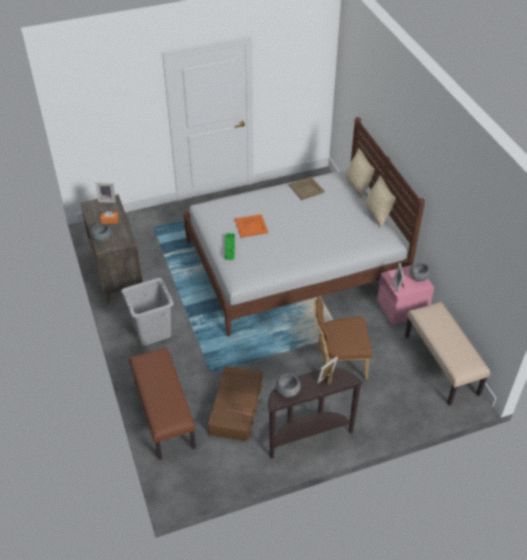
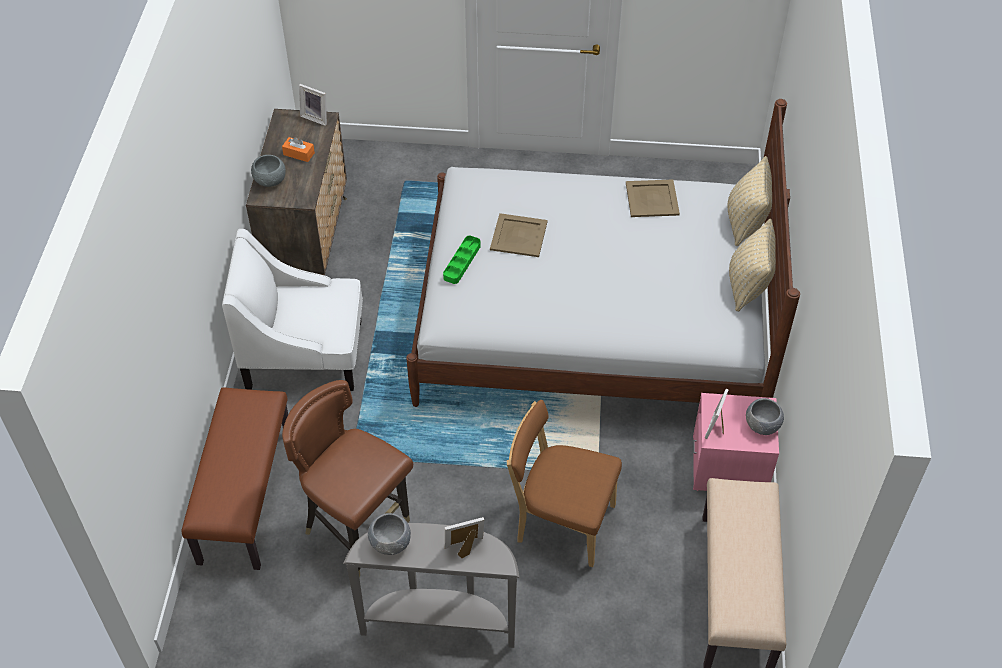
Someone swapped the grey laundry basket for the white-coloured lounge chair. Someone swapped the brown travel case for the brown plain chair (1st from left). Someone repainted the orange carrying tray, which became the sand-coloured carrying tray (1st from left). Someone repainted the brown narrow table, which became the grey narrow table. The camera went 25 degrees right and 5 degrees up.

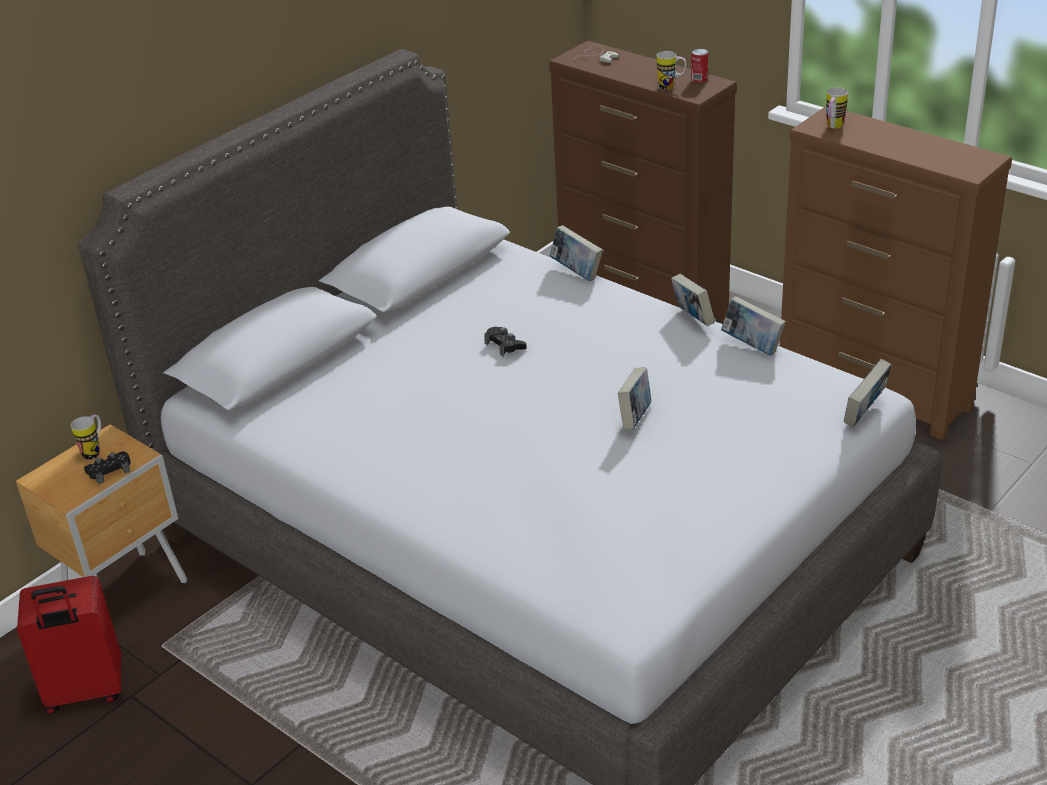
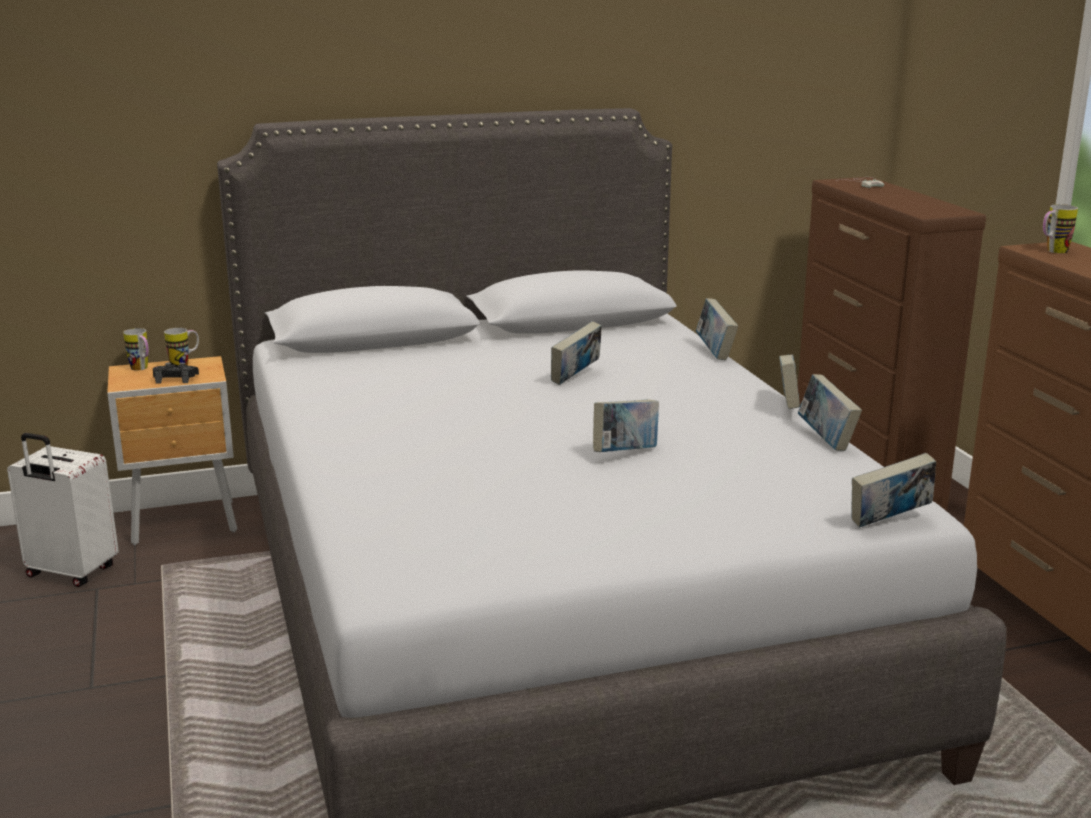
Someone took away the metal can. Someone carried the coffee mug (2nd from left in the first image). Someone swapped the black-coloured game controller (2nd from left) for the book (1st from left). Someone repainted the red-coloured travel case, which became the white-coloured travel case. The camera went 30 degrees right and 15 degrees down.

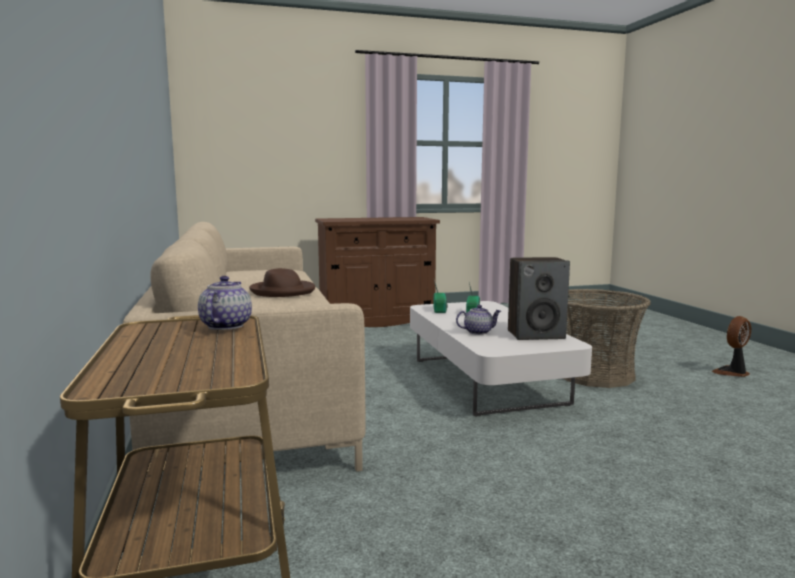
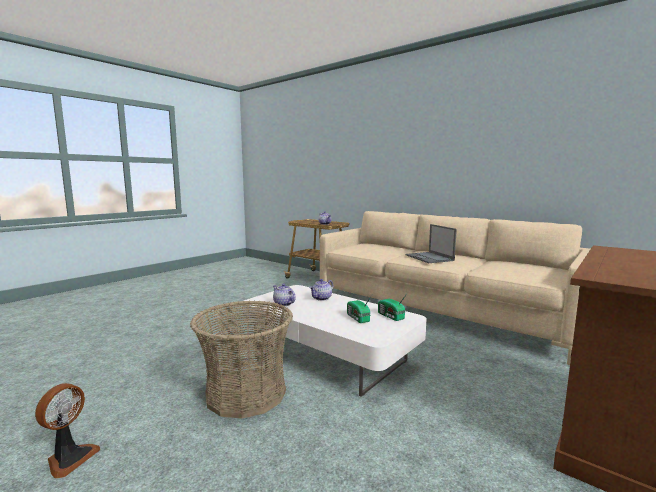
Someone swapped the brown clothing hat for the laptop. Someone swapped the speaker for the tea pot (1st from left). The camera went 145 degrees right and 0 degrees up.

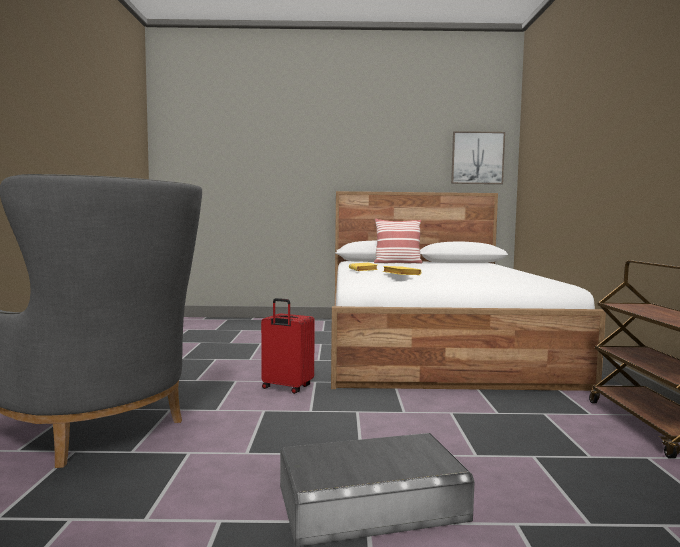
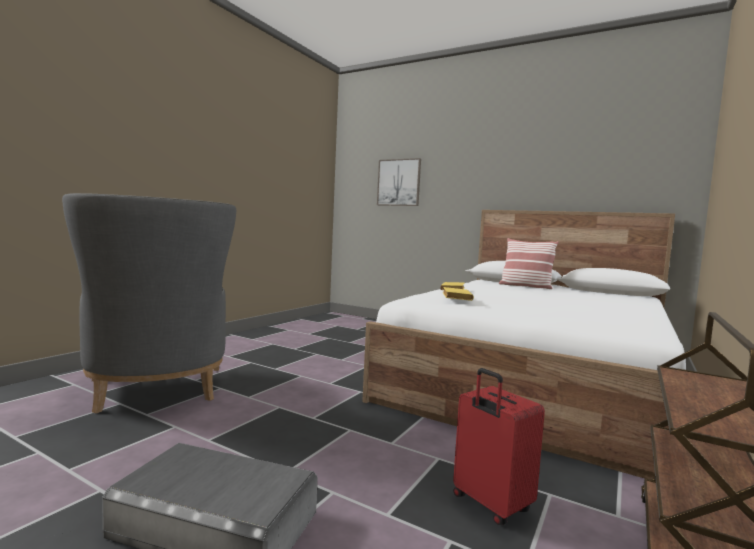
Someone carried the red-coloured travel case. Someone carried the wall picture. The camera went 30 degrees right and 0 degrees up.

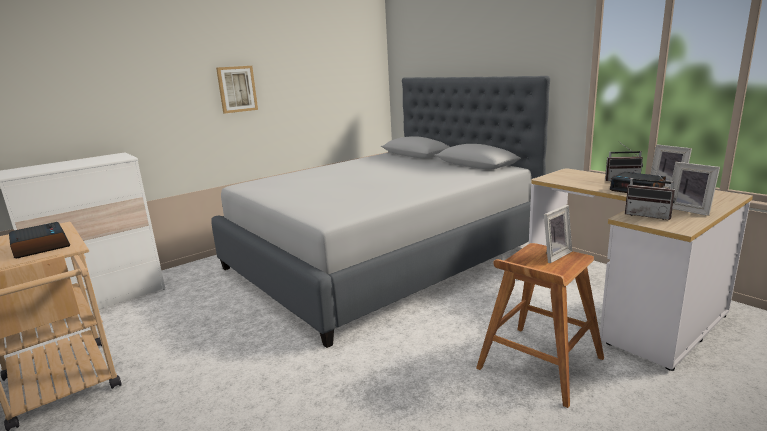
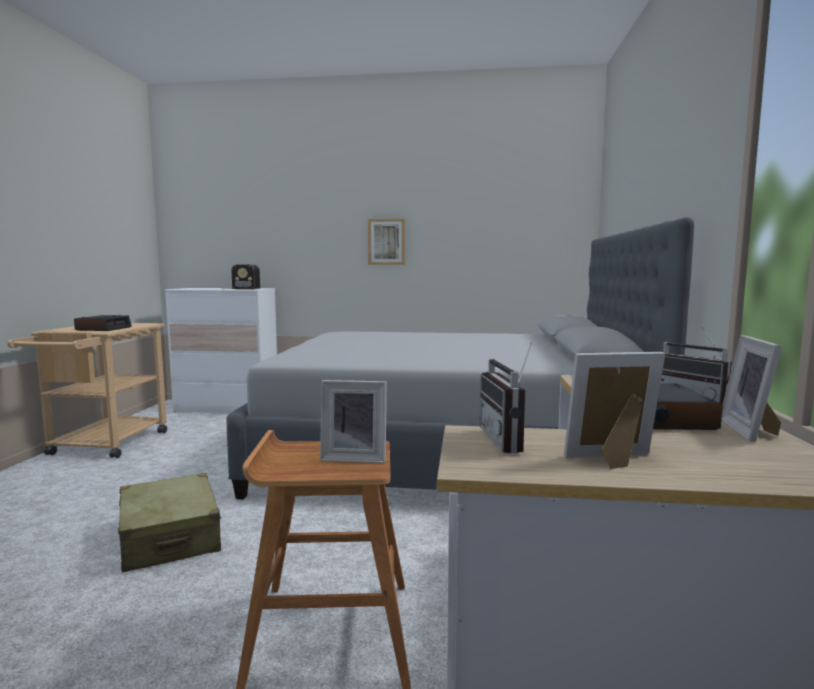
Someone put down the sand-coloured travel case. Someone put down the radio receiver (1st from left). Someone rotated the photo frame (3rd from left in the first image) by 75 degrees clockwise. The camera went 45 degrees right and 10 degrees down.

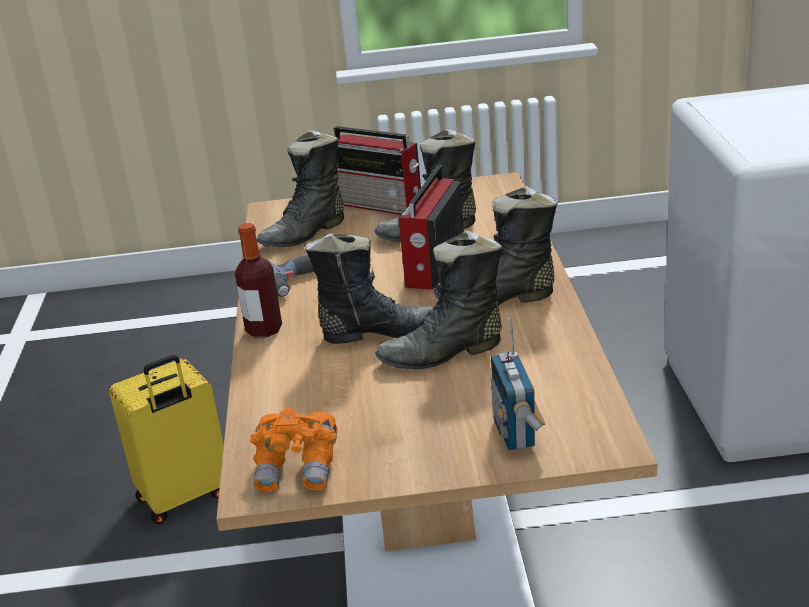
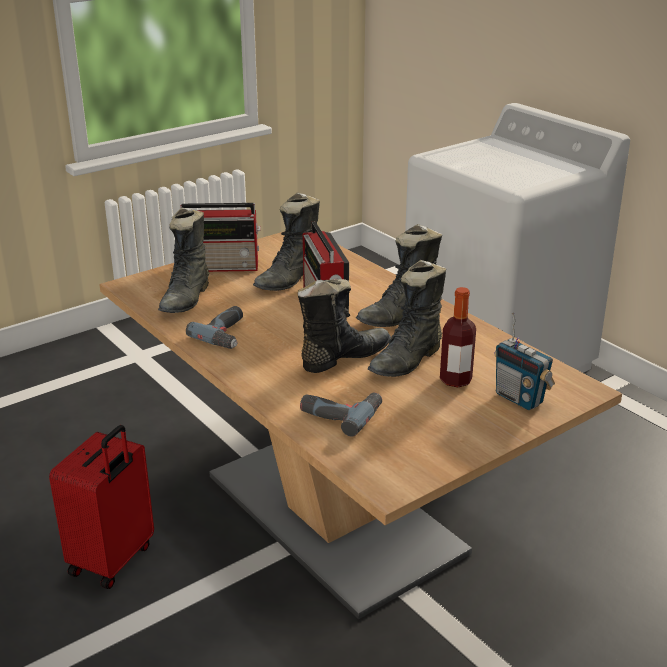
Someone took away the orange binoculars. Someone put down the power drill (2nd from left). Someone carried the bottle. Someone repainted the yellow-coloured travel case, which became the red-coloured travel case. The camera went 35 degrees left and 0 degrees up.

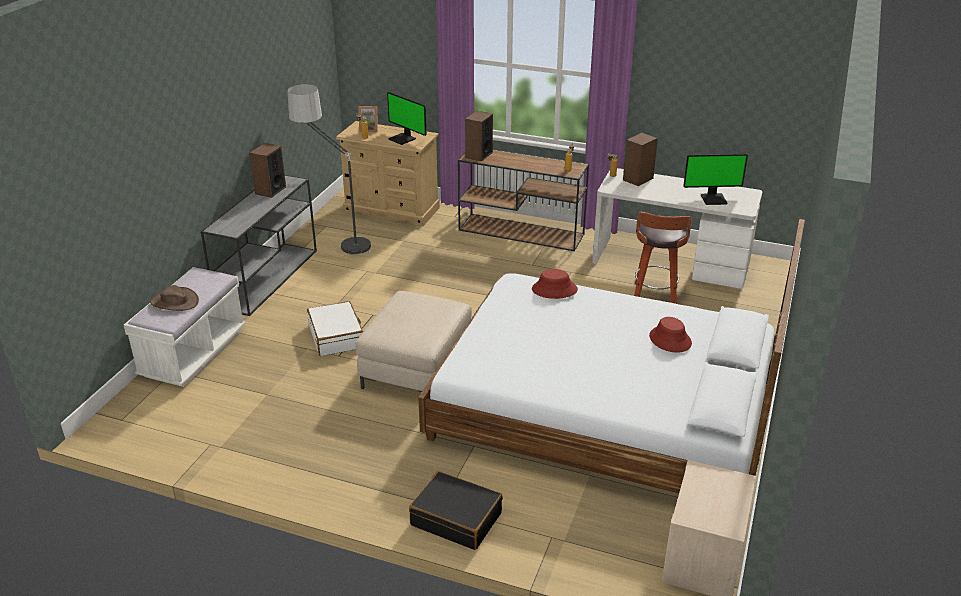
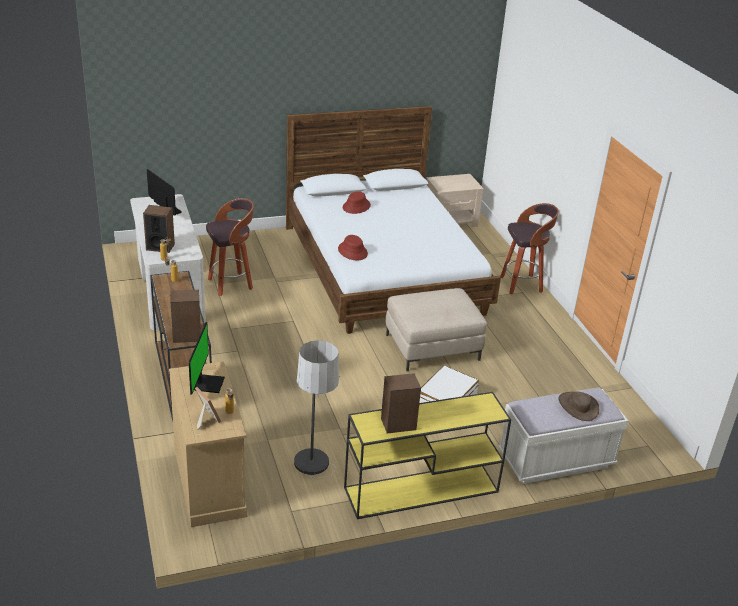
Someone swapped the black-coloured travel case for the stool seat (2nd from left). Someone repainted the grey narrow table, which became the yellow-coloured narrow table. The camera went 130 degrees left and 0 degrees up.

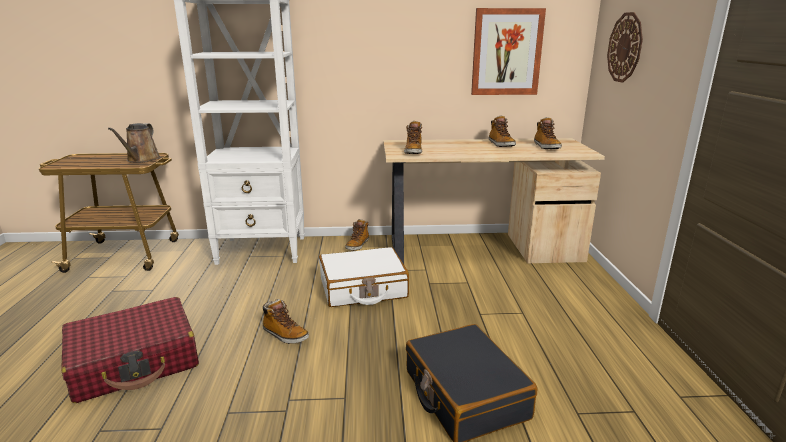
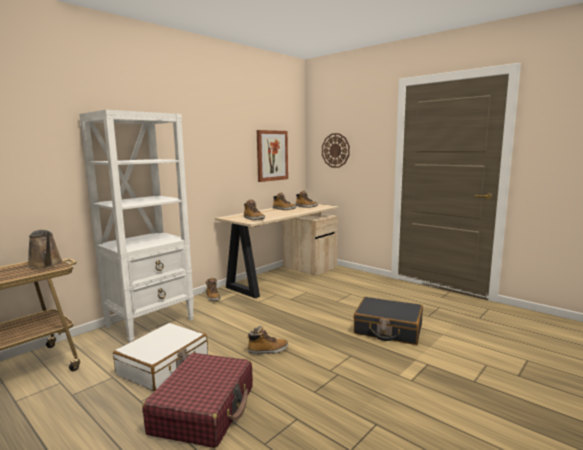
Someone carried the white-coloured travel case. The camera went 45 degrees left and 10 degrees down.

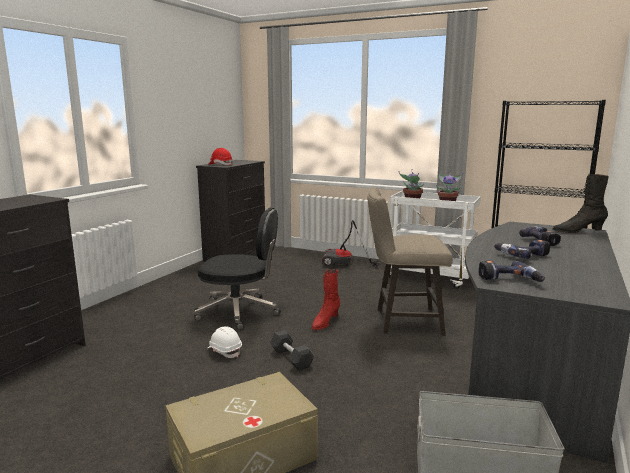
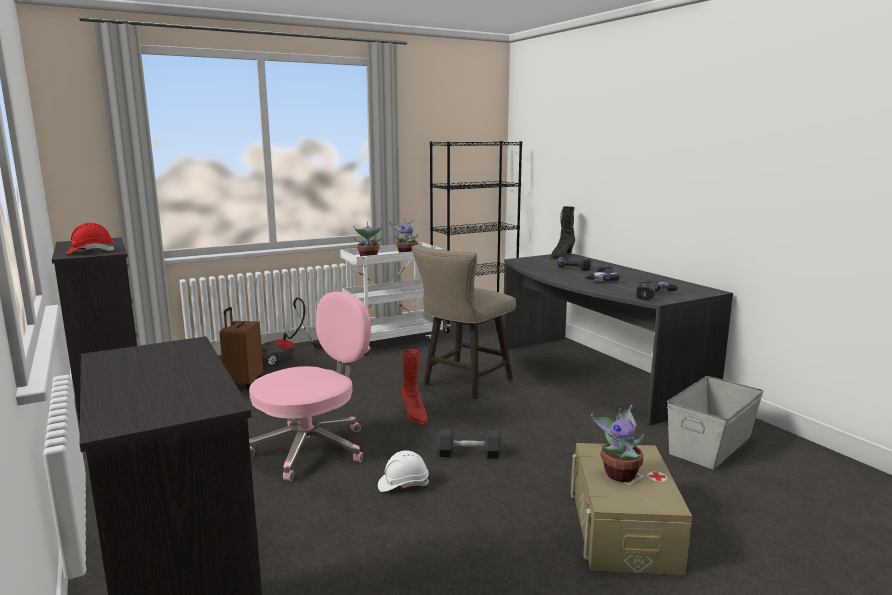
Someone put down the brown travel case. Someone put down the houseplant (3rd from left). Someone repainted the black-coloured desk chair, which became the pink-coloured desk chair. The camera went 55 degrees left and 0 degrees up.

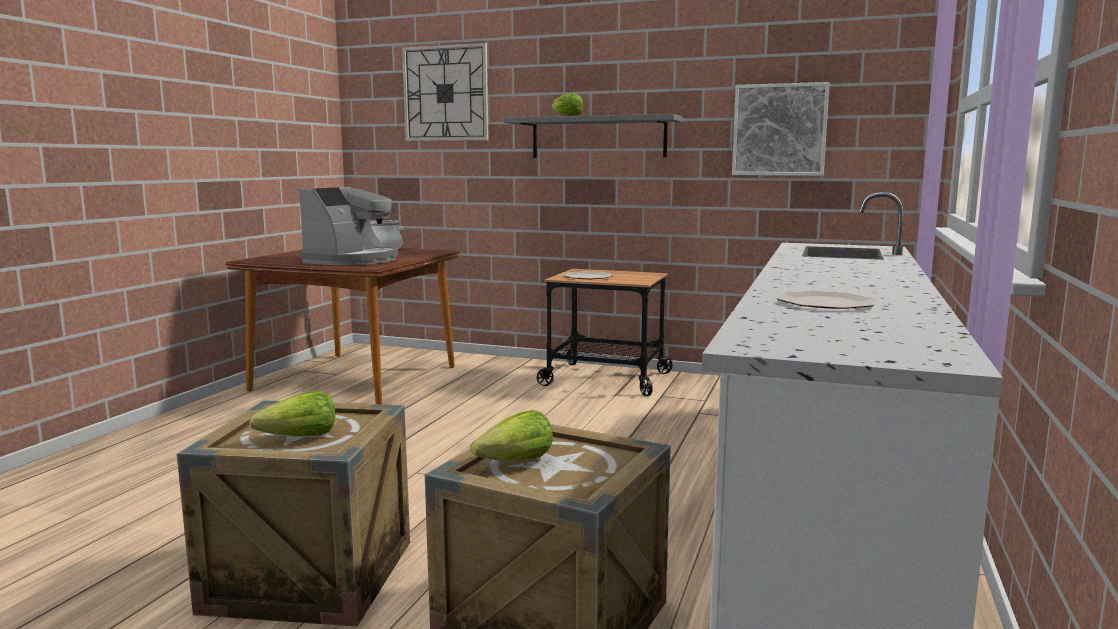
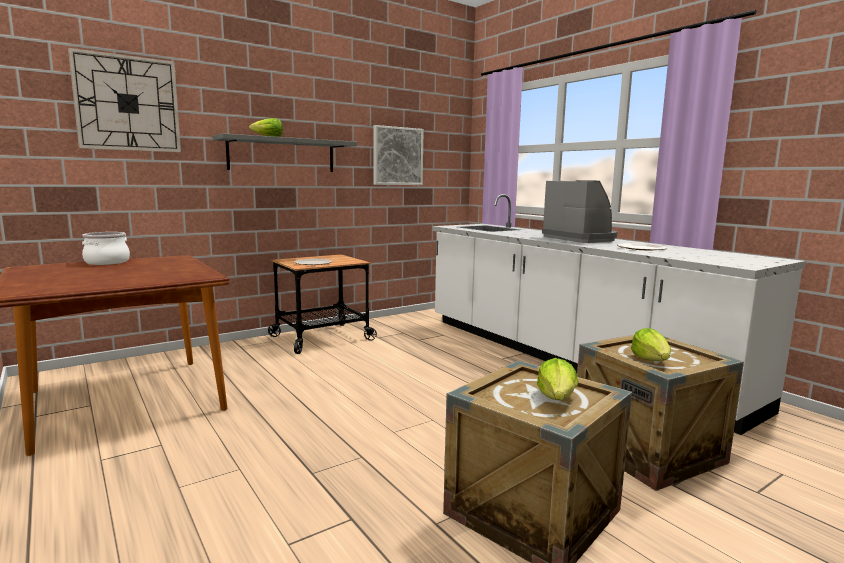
Someone carried the coffee brewer. The camera went 55 degrees left and 0 degrees up.

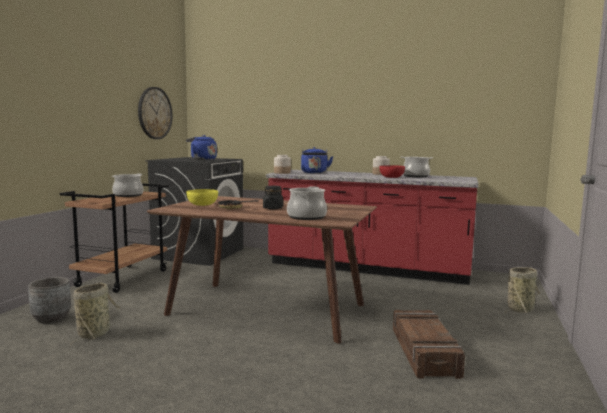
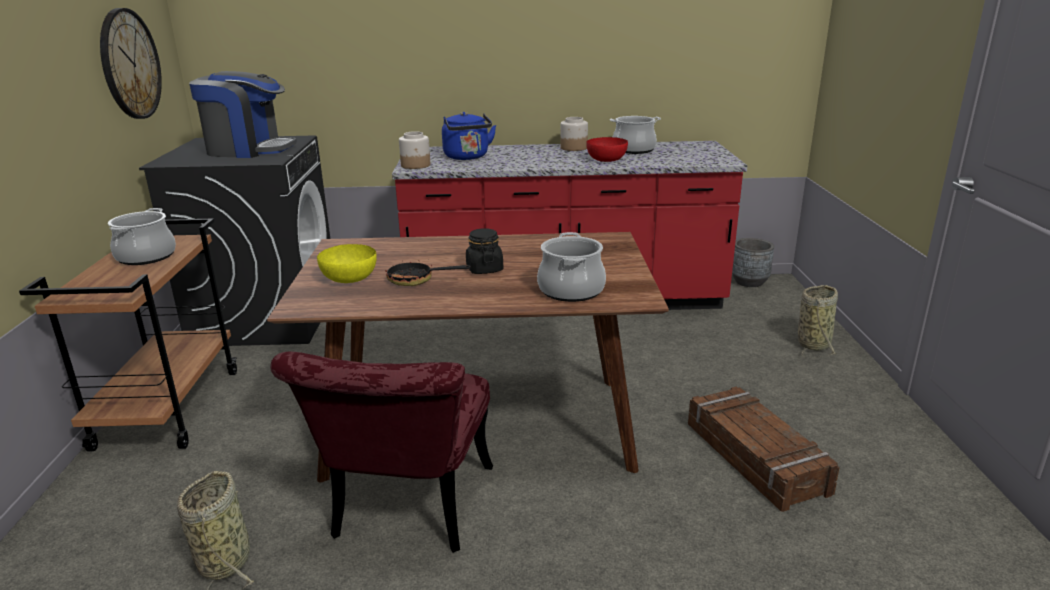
Someone put down the red-coloured plain chair. Someone carried the grey plant pot. Someone swapped the blue tea kettle (1st from left) for the coffee brewer. The camera went 20 degrees left and 15 degrees up.

